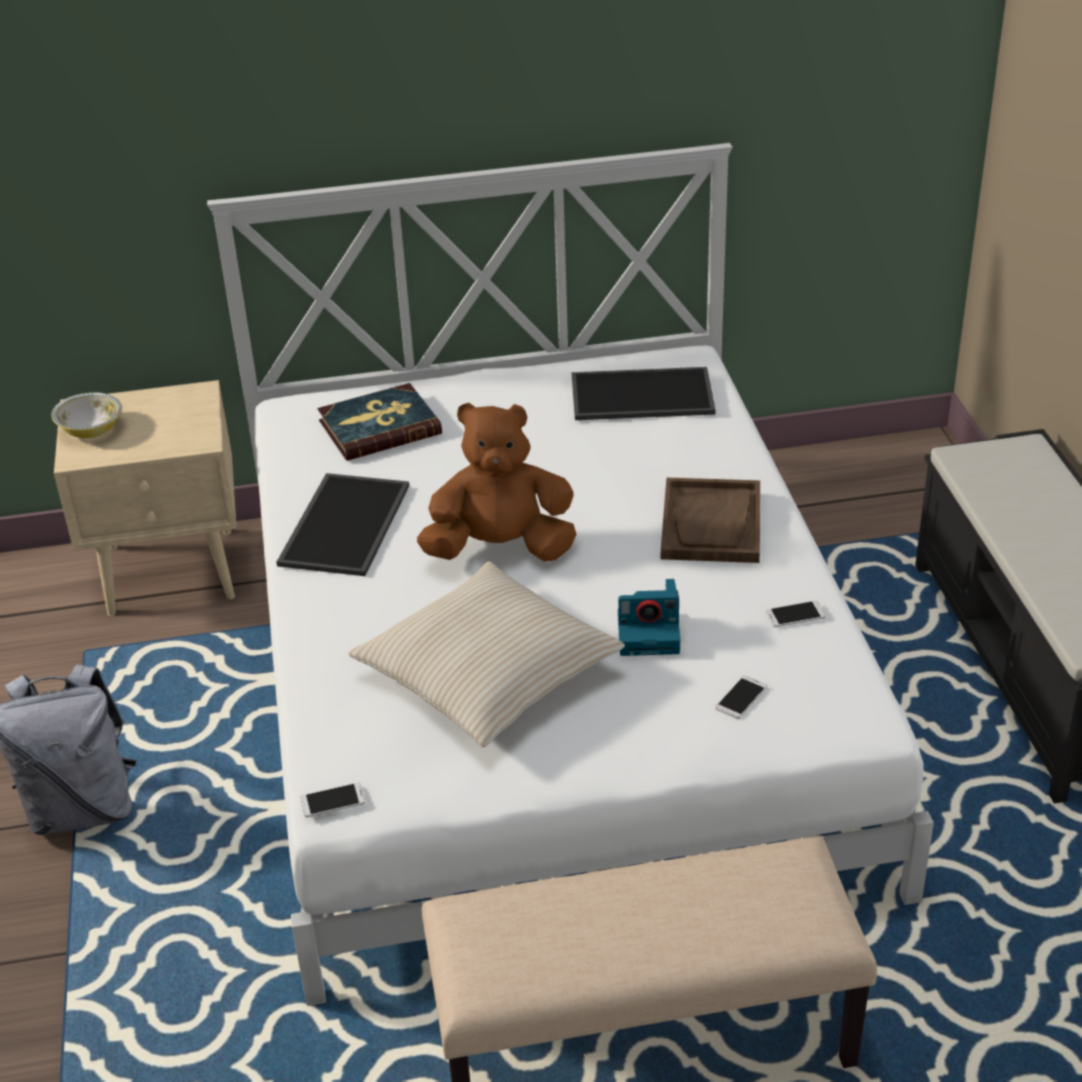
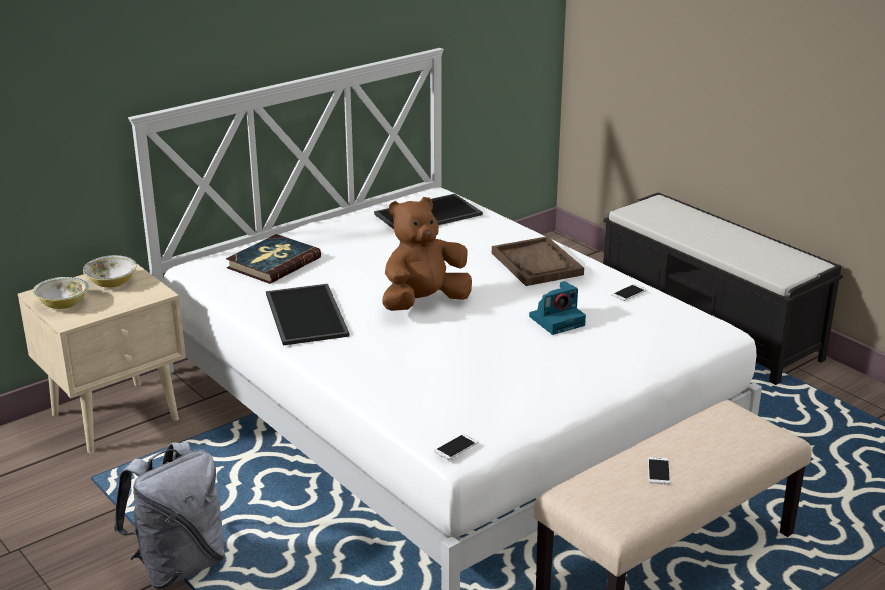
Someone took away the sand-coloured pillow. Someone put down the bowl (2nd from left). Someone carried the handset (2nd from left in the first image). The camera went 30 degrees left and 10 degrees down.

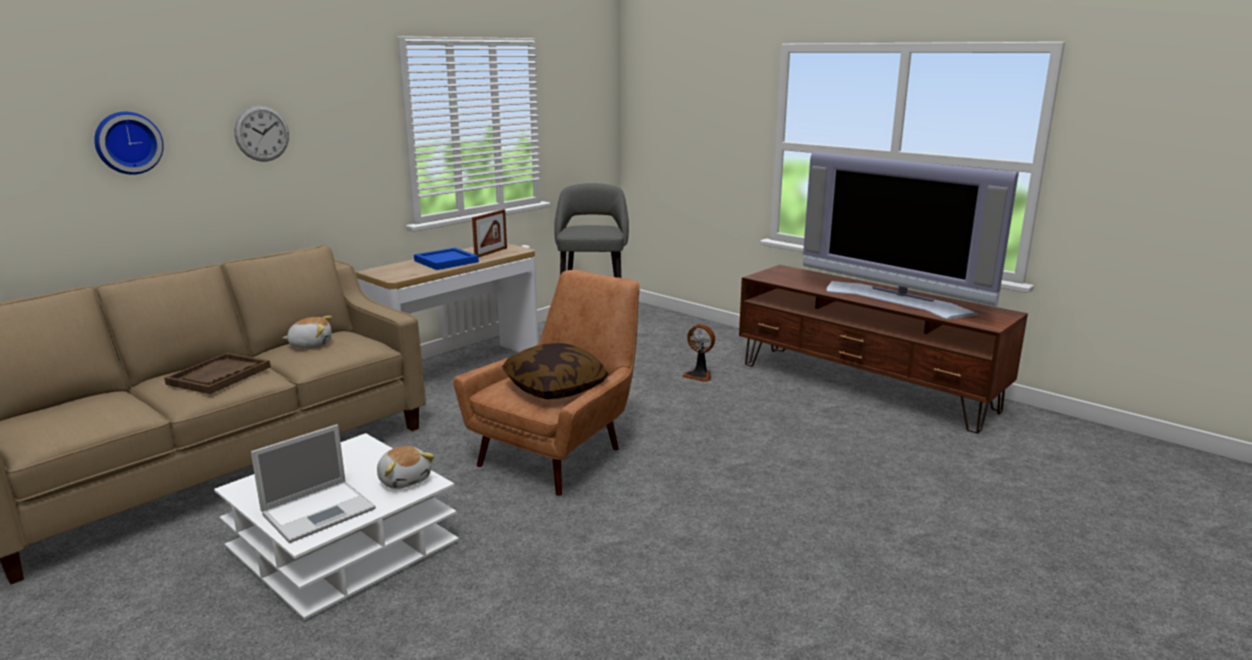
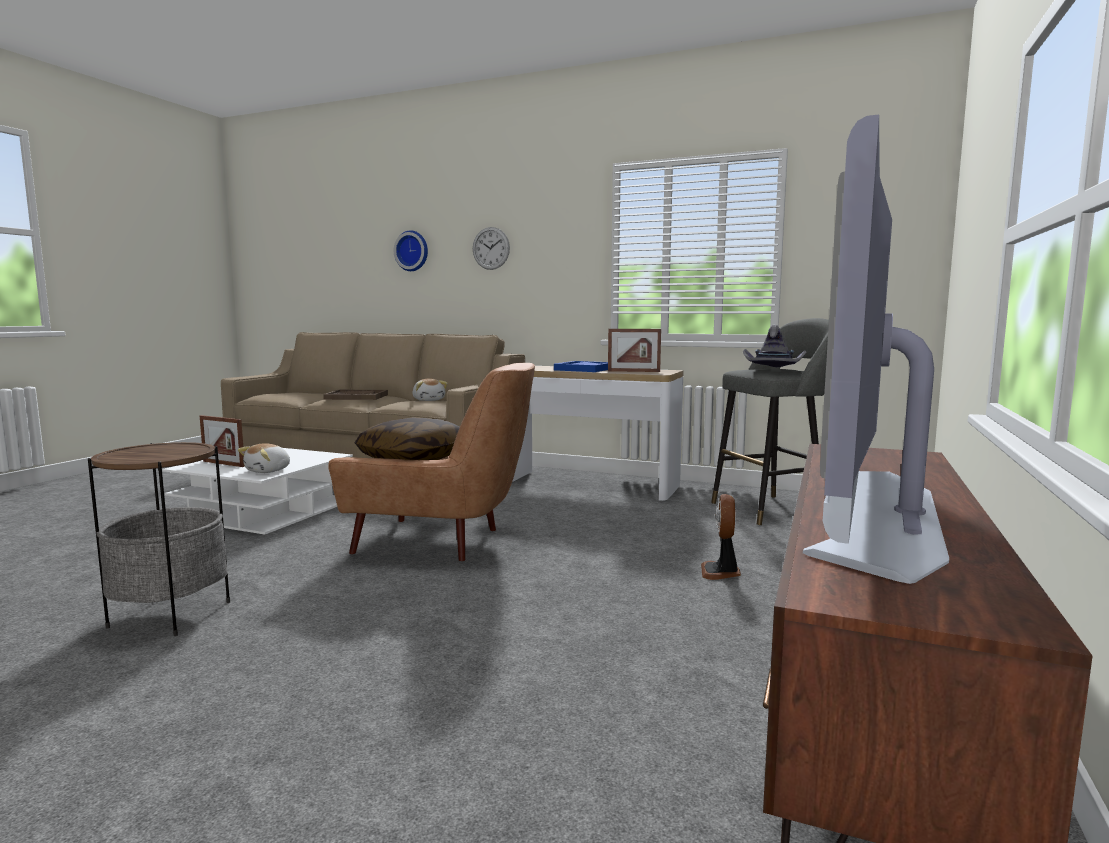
Someone put down the side table. Someone put down the grey clothing hat. Someone swapped the laptop for the photo frame (1st from left). The camera went 70 degrees right and 10 degrees down.

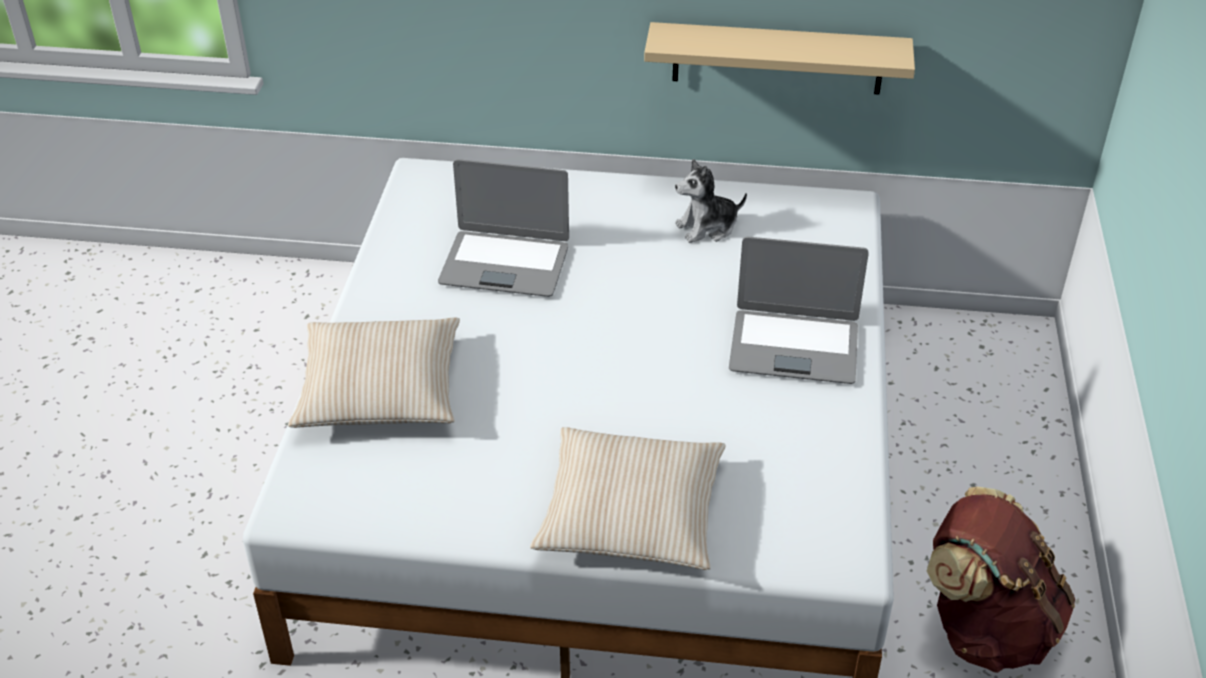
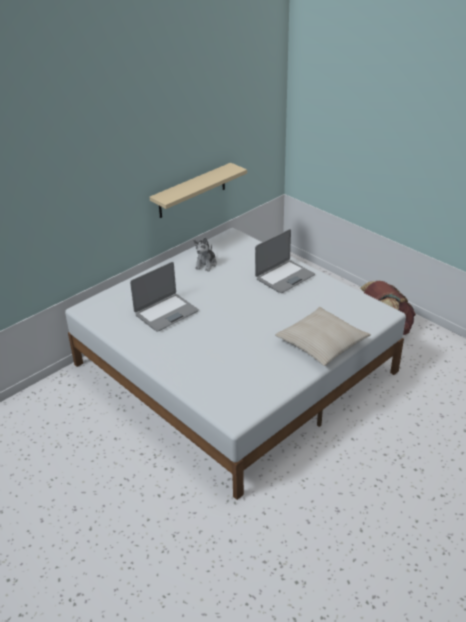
Someone took away the sand-coloured pillow (1st from left). The camera went 50 degrees left and 5 degrees down.

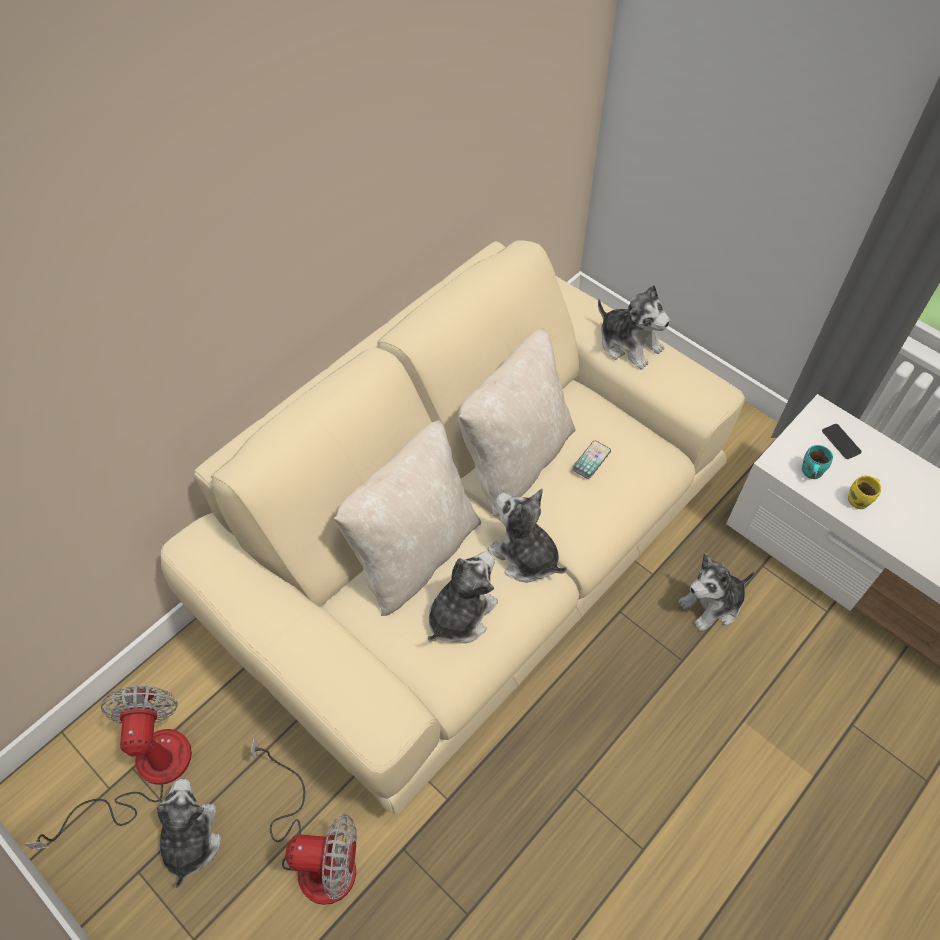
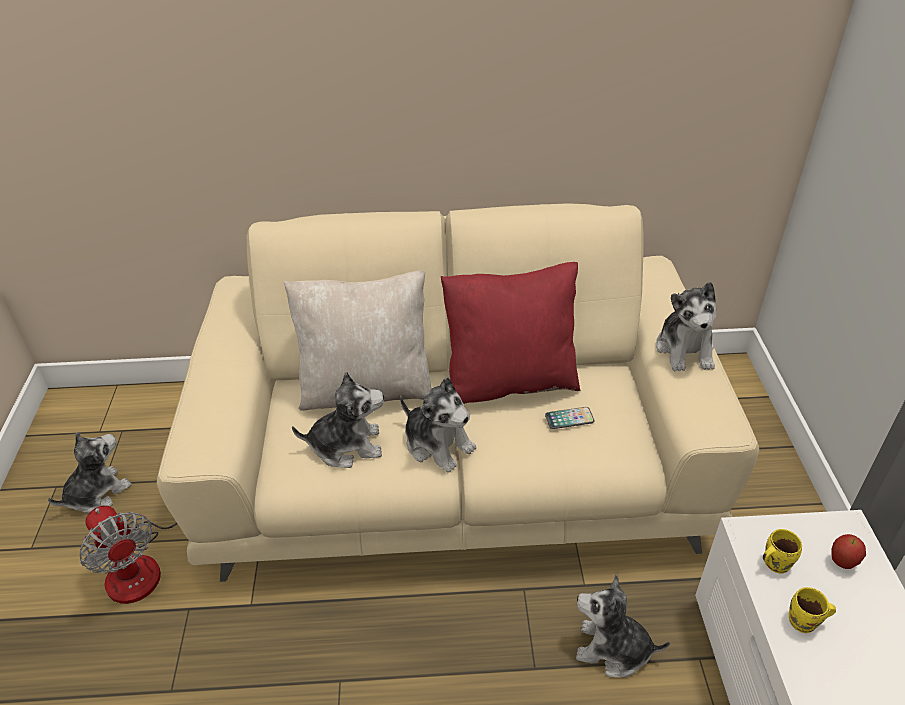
Someone took away the cooling fan (1st from left). Someone swapped the handset (2nd from left) for the apple. Someone repainted the sand-coloured pillow (2nd from left), which became the red-coloured pillow. Someone repainted the turquoise coffee mug, which became the yellow-coloured coffee mug (1st from left). Someone rotated the plush toy (3rd from left) by 135 degrees clockwise. The camera went 45 degrees right and 15 degrees down.

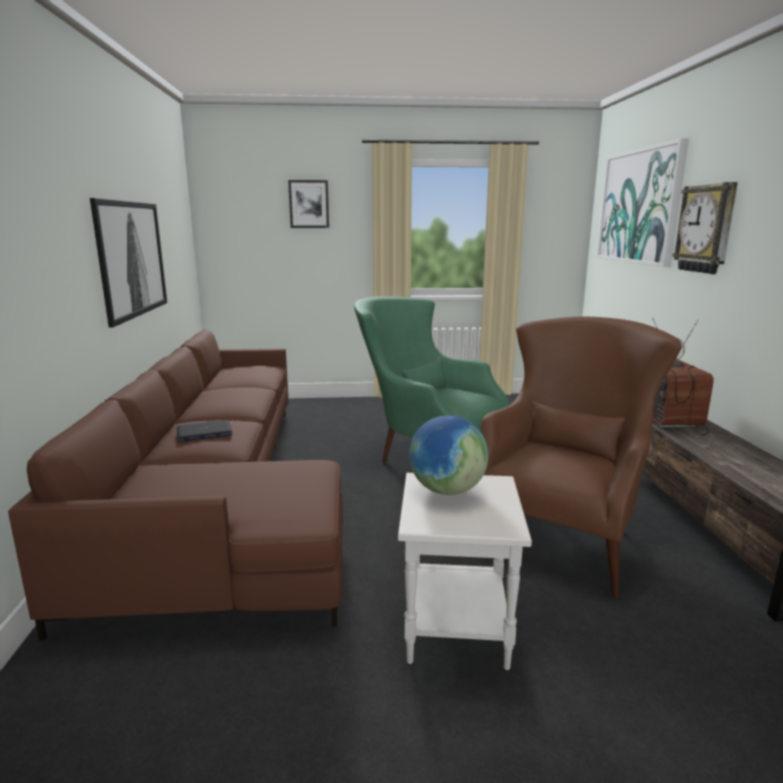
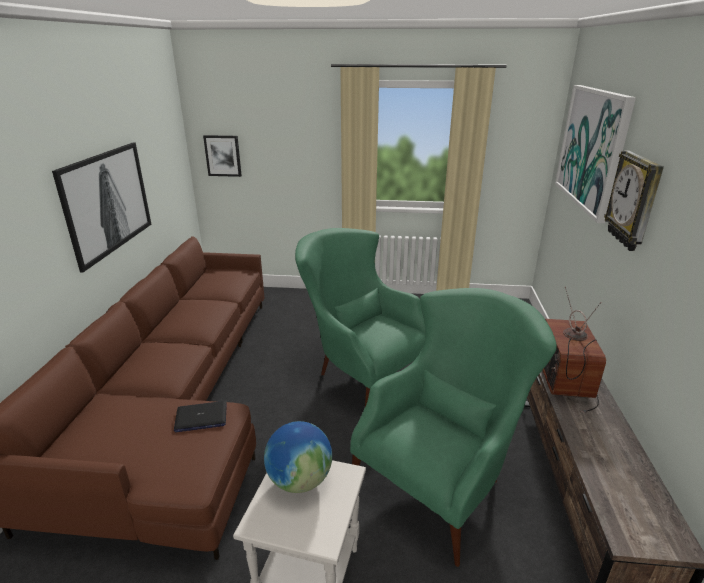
Someone carried the laptop. Someone carried the wall picture (2nd from left). Someone repainted the brown lounge chair, which became the greenish lounge chair (2nd from left). The camera went 10 degrees right and 10 degrees up.

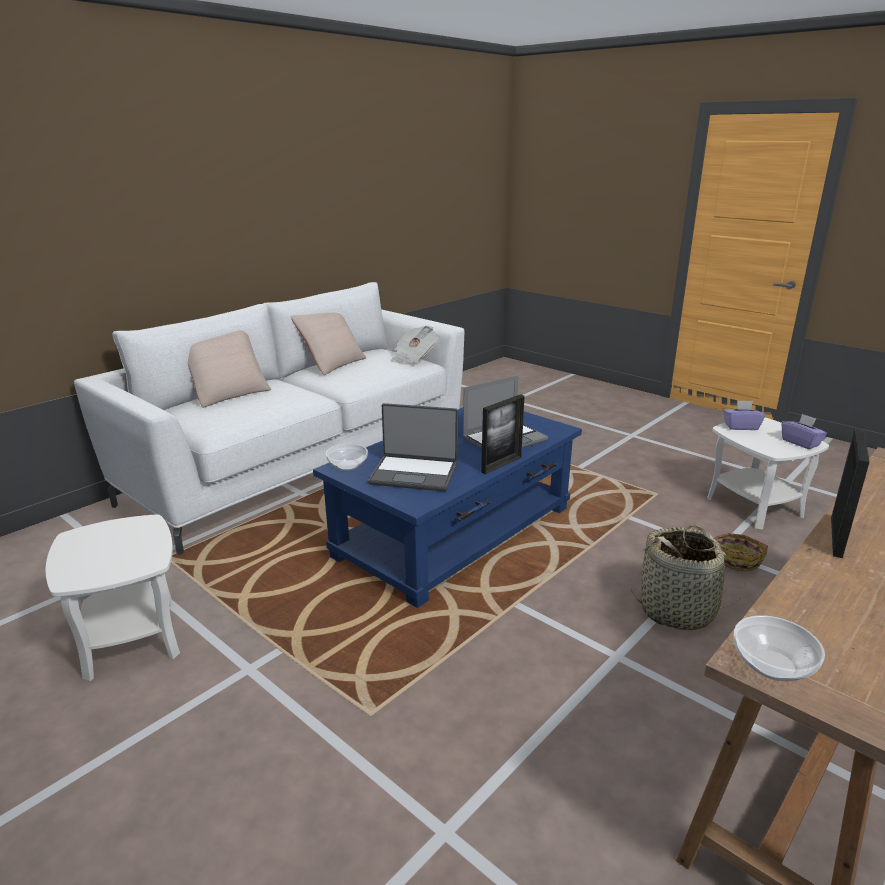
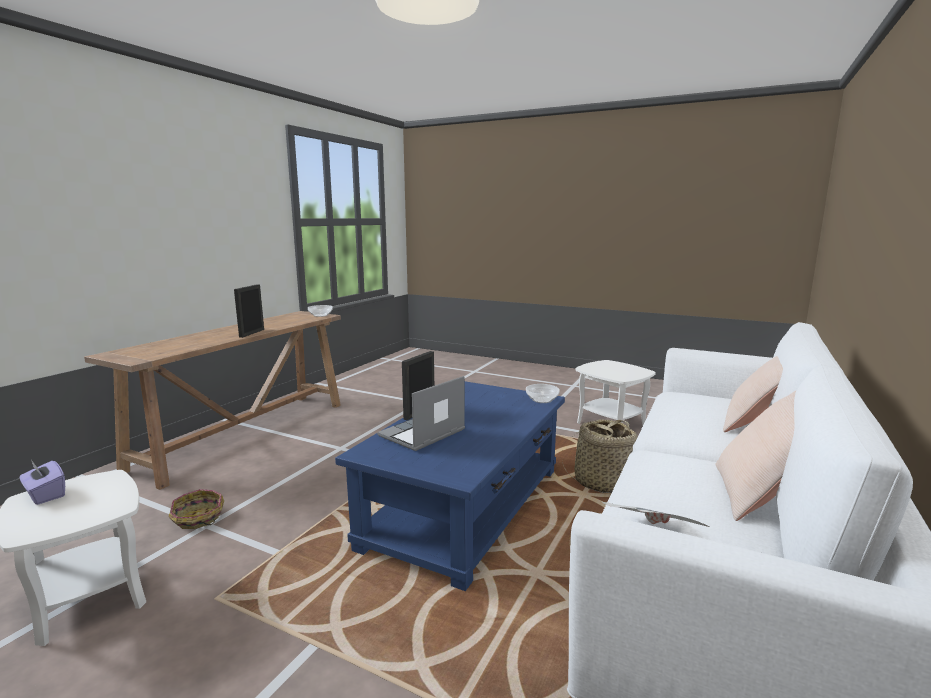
Someone took away the laptop (1st from left). Someone took away the purplish tissue box (1st from left). Someone carried the basket (1st from left in the first image). The camera went 165 degrees right and 10 degrees down.

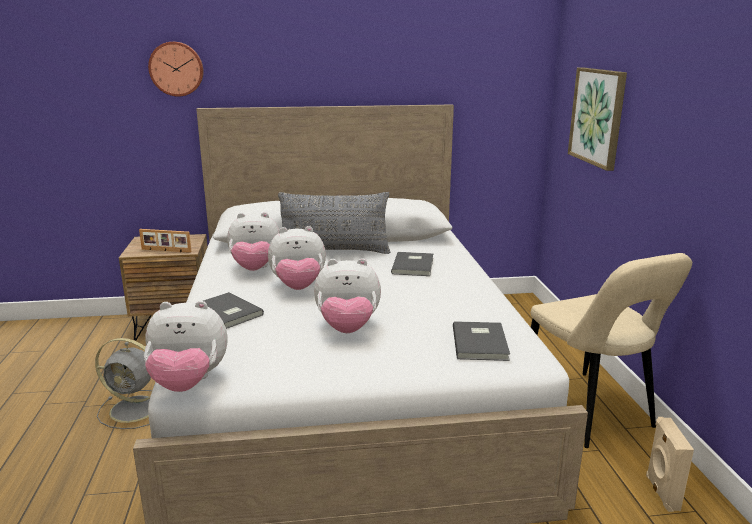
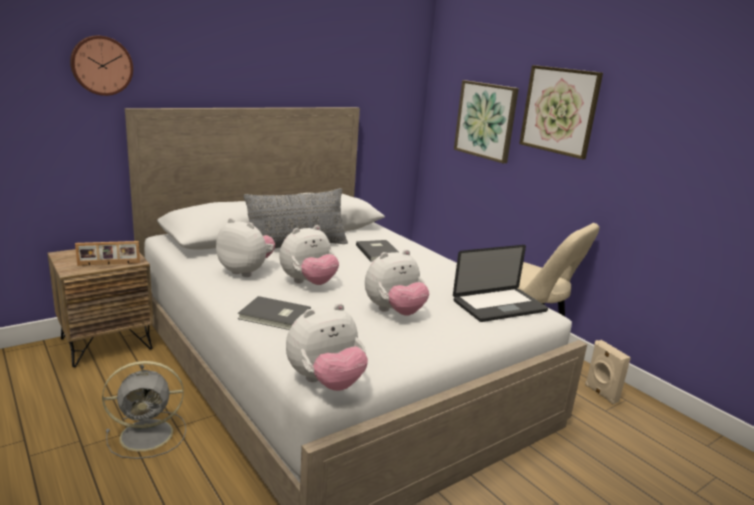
Someone put up the wall picture (2nd from left). Someone swapped the grey book (3rd from left) for the laptop. Someone rotated the plush toy (2nd from left in the first image) by 120 degrees counterclockwise. The camera went 30 degrees left and 0 degrees up.

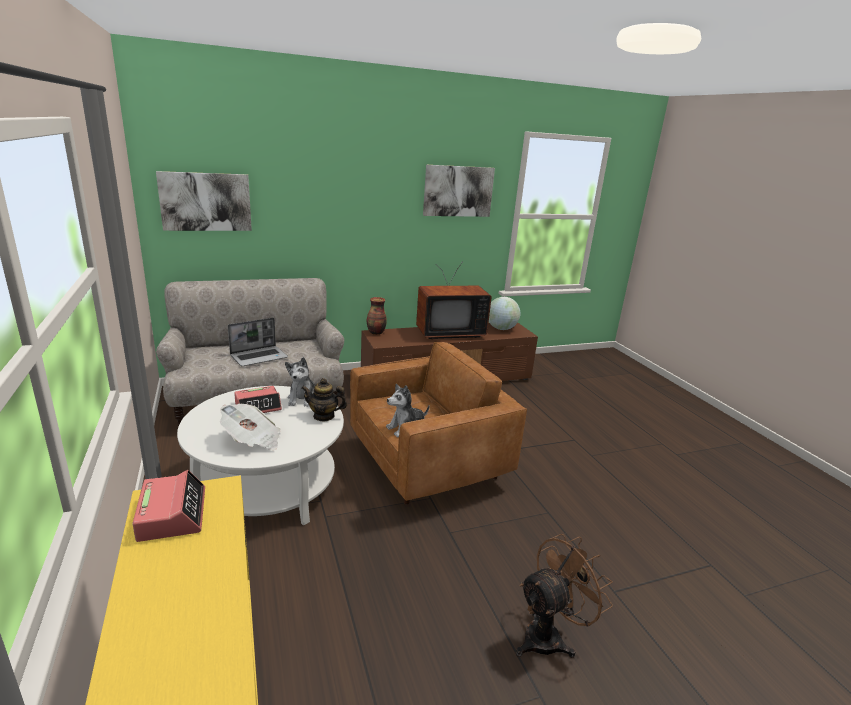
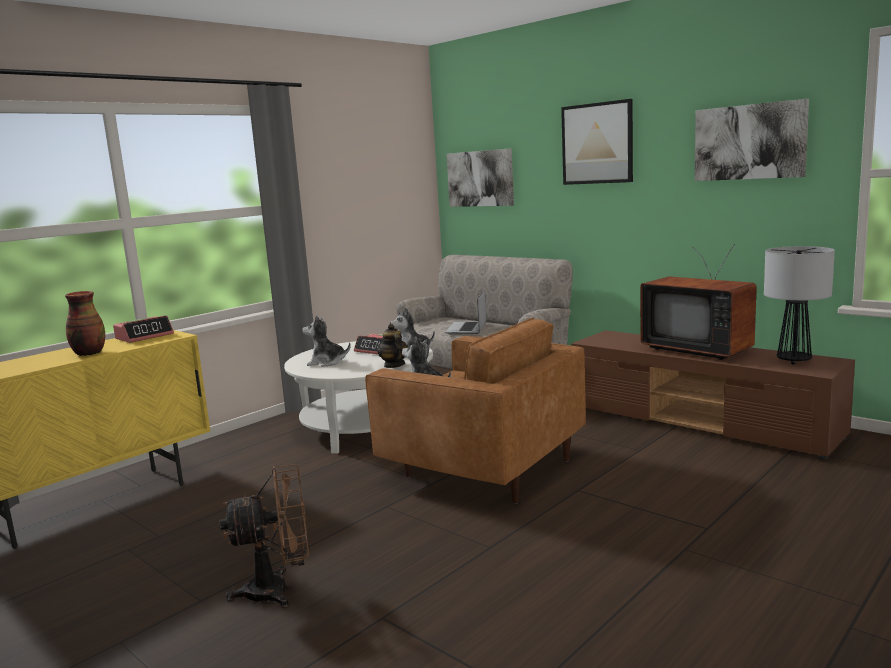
Someone put up the wall picture (2nd from left). Someone carried the decorative vase. Someone swapped the daily paper for the plush toy (1st from left). Someone swapped the desk globe for the table lamp. Someone rotated the laptop by 75 degrees clockwise. Someone rotated the brown cooling fan by 45 degrees counterclockwise. The camera went 65 degrees right and 10 degrees down.

